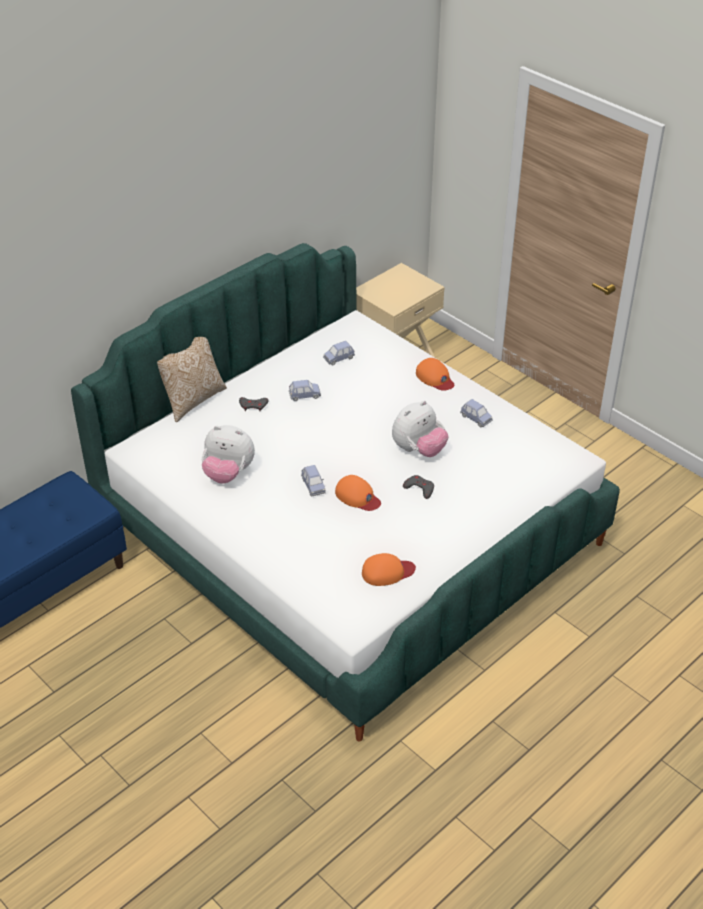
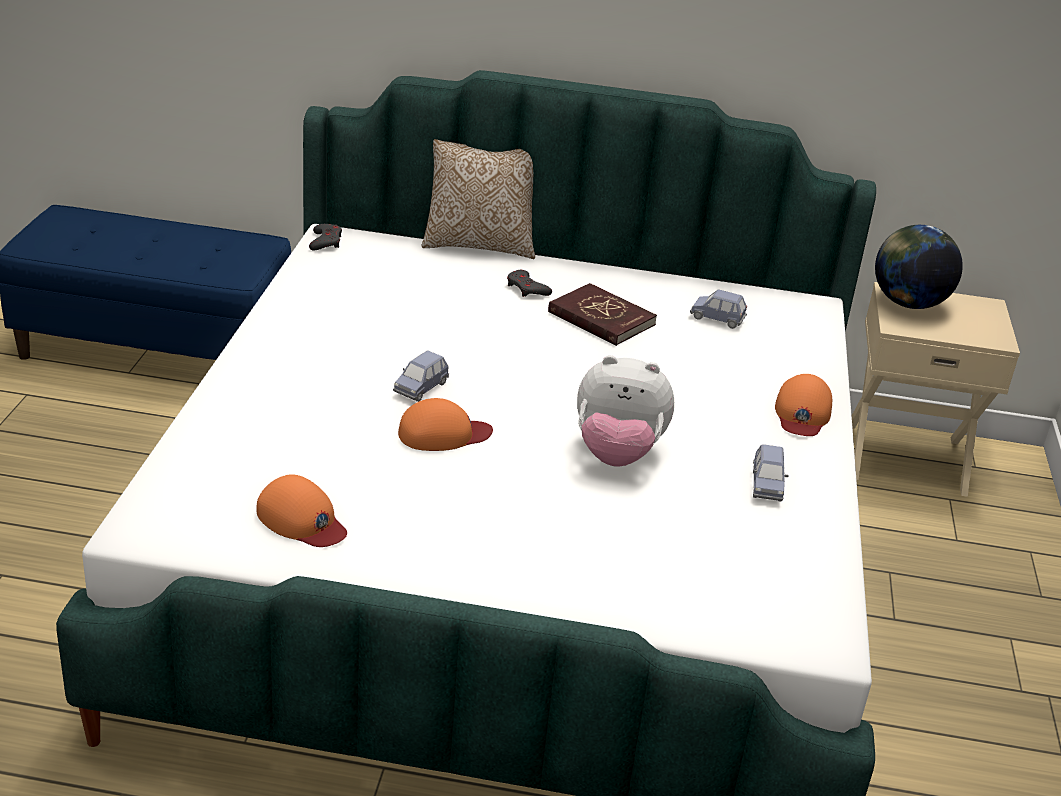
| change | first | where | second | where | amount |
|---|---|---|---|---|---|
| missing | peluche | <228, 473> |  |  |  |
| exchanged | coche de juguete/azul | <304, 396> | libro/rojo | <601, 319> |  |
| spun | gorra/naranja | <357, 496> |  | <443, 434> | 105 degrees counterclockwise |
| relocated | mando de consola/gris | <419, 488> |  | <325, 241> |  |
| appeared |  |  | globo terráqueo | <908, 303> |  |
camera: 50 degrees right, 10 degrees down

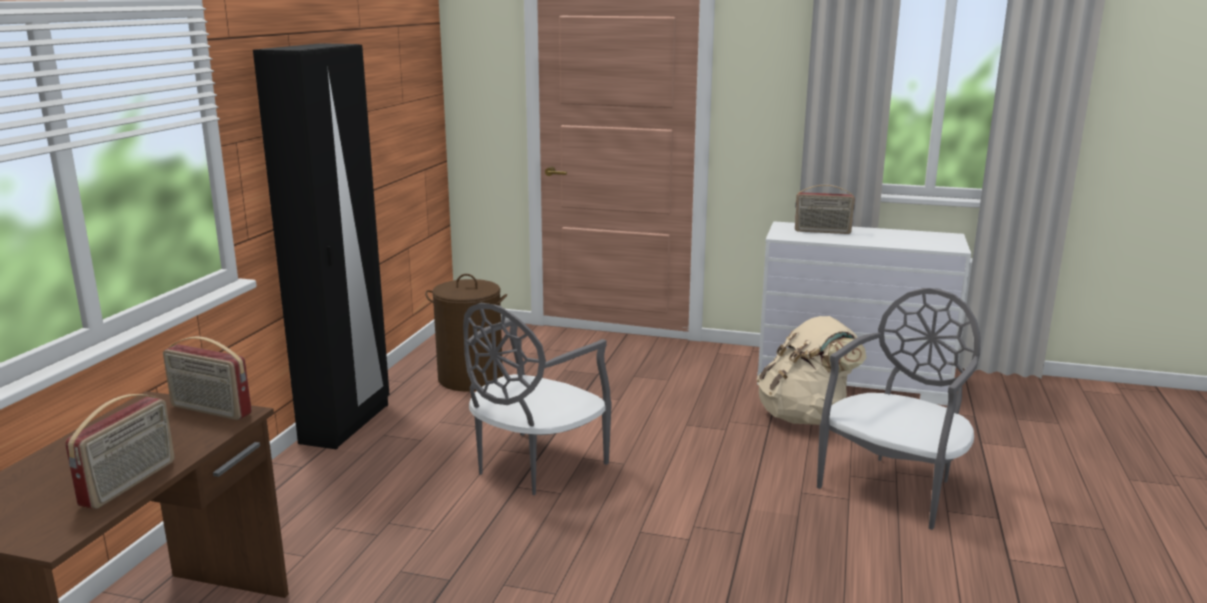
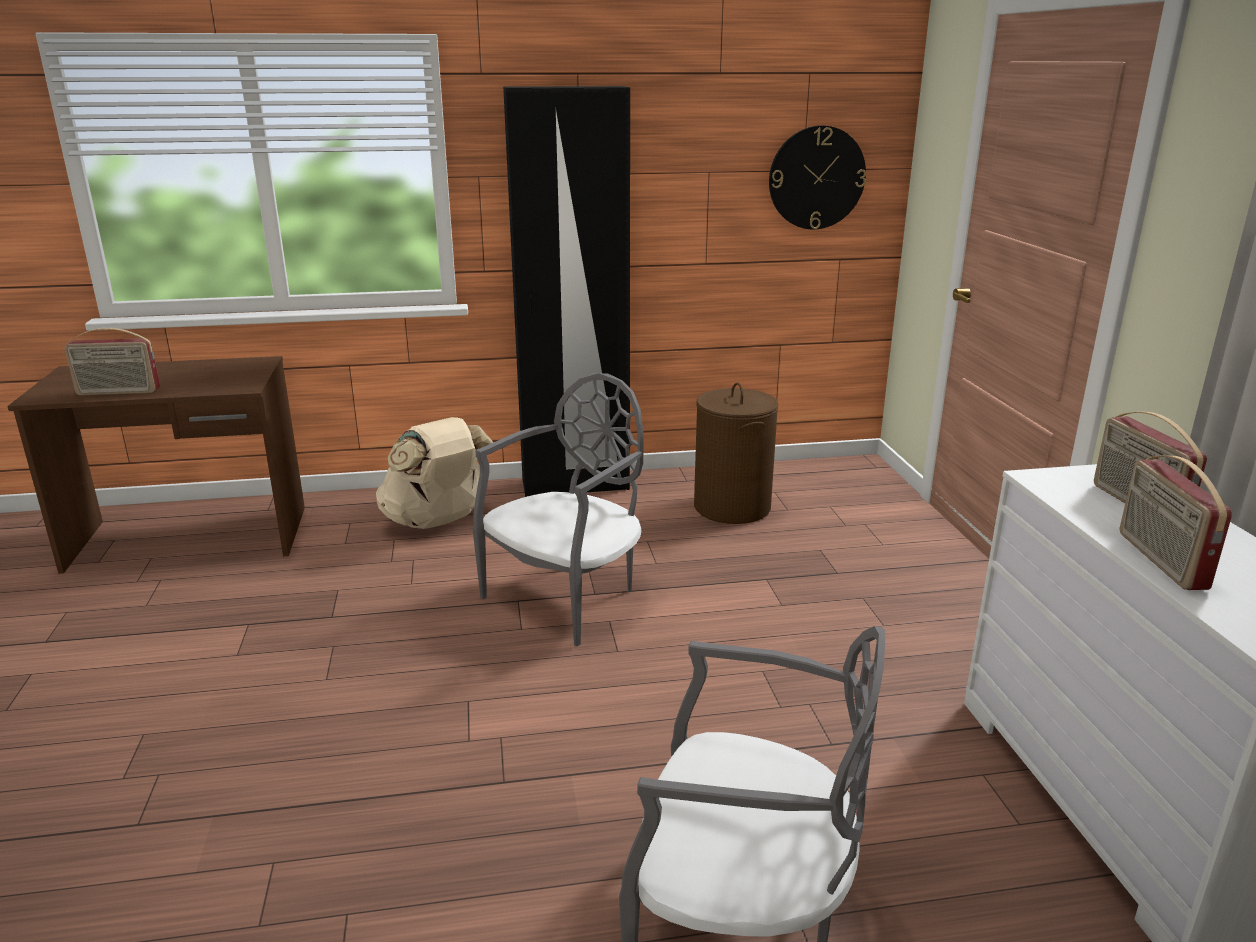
| change | first | where | second | where | amount |
|---|---|---|---|---|---|
| relocated | radio | <210, 410> |  | <1159, 560> |  |
| spun | silla/gris | <534, 466> |  | <568, 597> | 120 degrees clockwise |
| relocated | mochila/beis | <805, 417> |  | <438, 521> |  |
| appeared |  |  | reloj de pared | <816, 178> |  |
camera: 65 degrees right, 5 degrees up

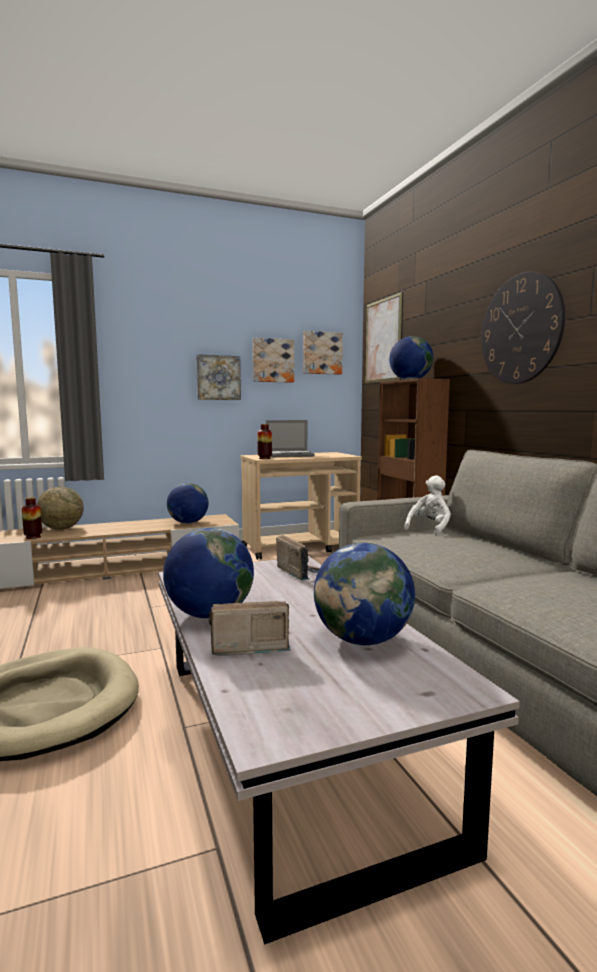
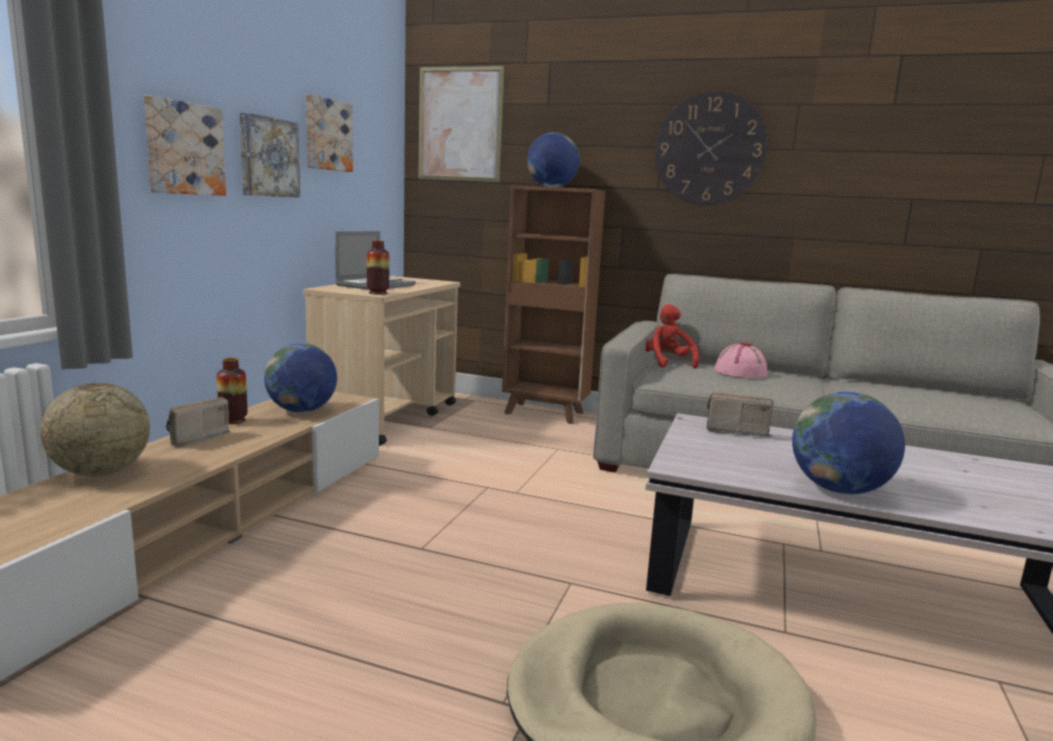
| change | first | where | second | where | amount |
|---|---|---|---|---|---|
| relocated | florero | <33, 537> |  | <233, 420> |  |
| relocated | radio | <247, 647> |  | <194, 438> |  |
| relocated | cuadro | <321, 353> |  | <183, 148> |  |
| missing | globo terráqueo | <363, 640> |  |  |  |
| colour | peluche/blanco | <429, 529> | peluche/rojo | <667, 363> |  |
| appeared |  |  | sombrero/rosa | <740, 372> |  |
camera: 50 degrees left, 5 degrees up

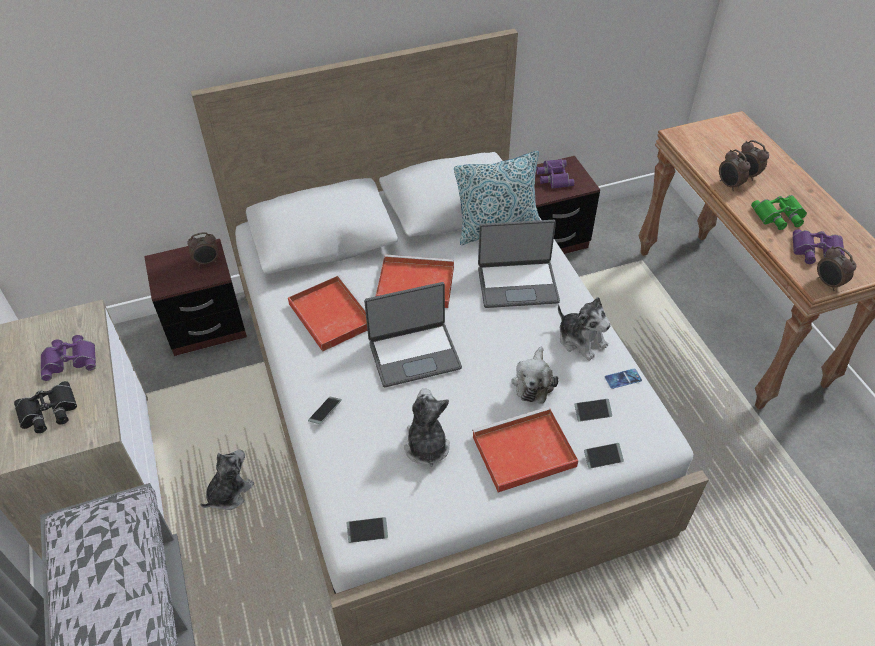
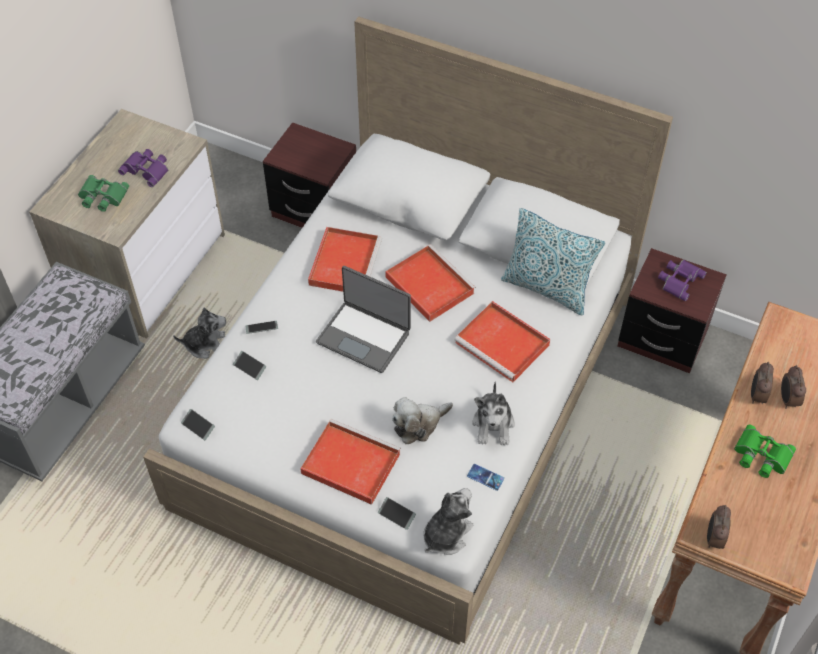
| change | first | where | second | where | amount |
|---|---|---|---|---|---|
| colour | prismáticos/negro | <48, 412> | prismáticos/verde | <102, 197> |  |
| missing | despertador | <207, 262> |  |  |  |
| relocated | peluche | <426, 445> |  | <446, 534> |  |
| exchanged | portátil | <517, 284> | bandeja/rojo | <504, 344> |  |
| relocated | móvil | <592, 412> |  | <249, 367> |  |
| missing | prismáticos/morado | <816, 252> |  |  |  |
camera: 45 degrees right, 5 degrees up

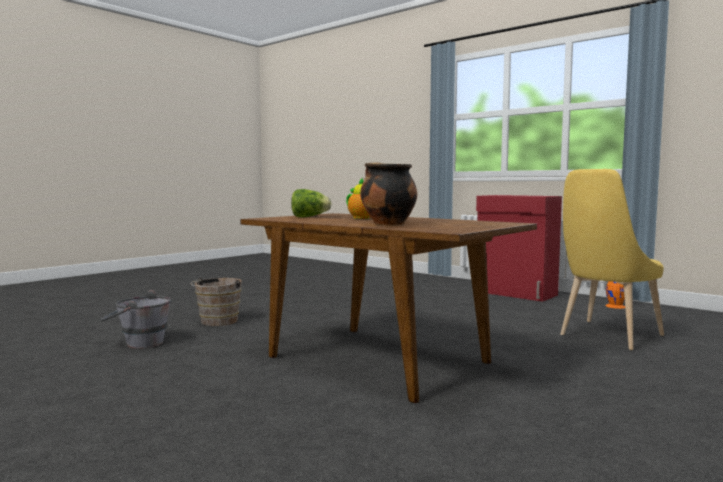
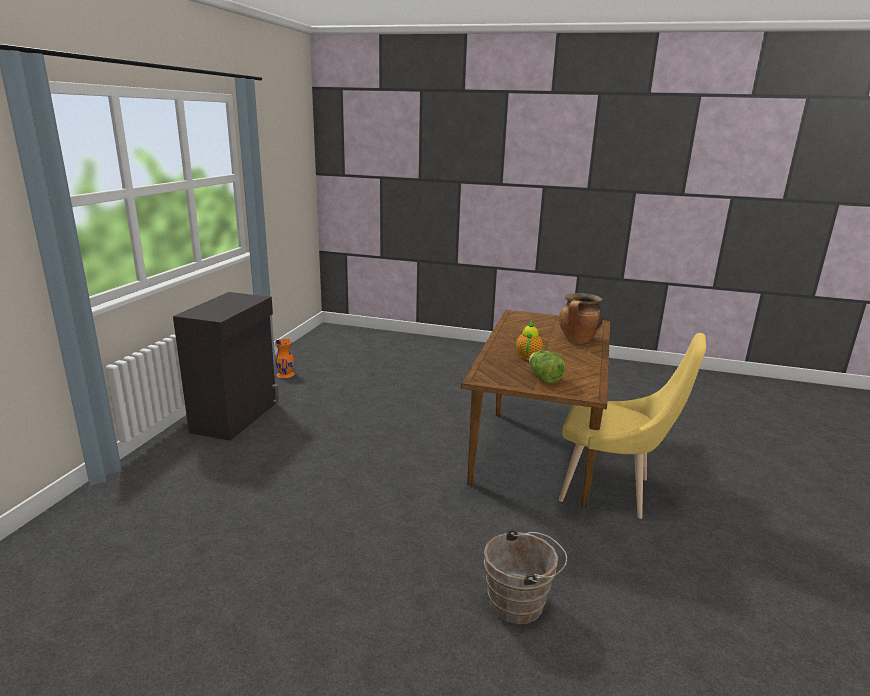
| change | first | where | second | where | amount |
|---|---|---|---|---|---|
| missing | cubo/gris | <137, 343> |  |  |  |
| colour | armario/rojo | <516, 293> | armario/negro | <236, 417> |  |
| relocated | silla/amarillo | <606, 336> |  | <612, 491> |  |
camera: 115 degrees left, 15 degrees up

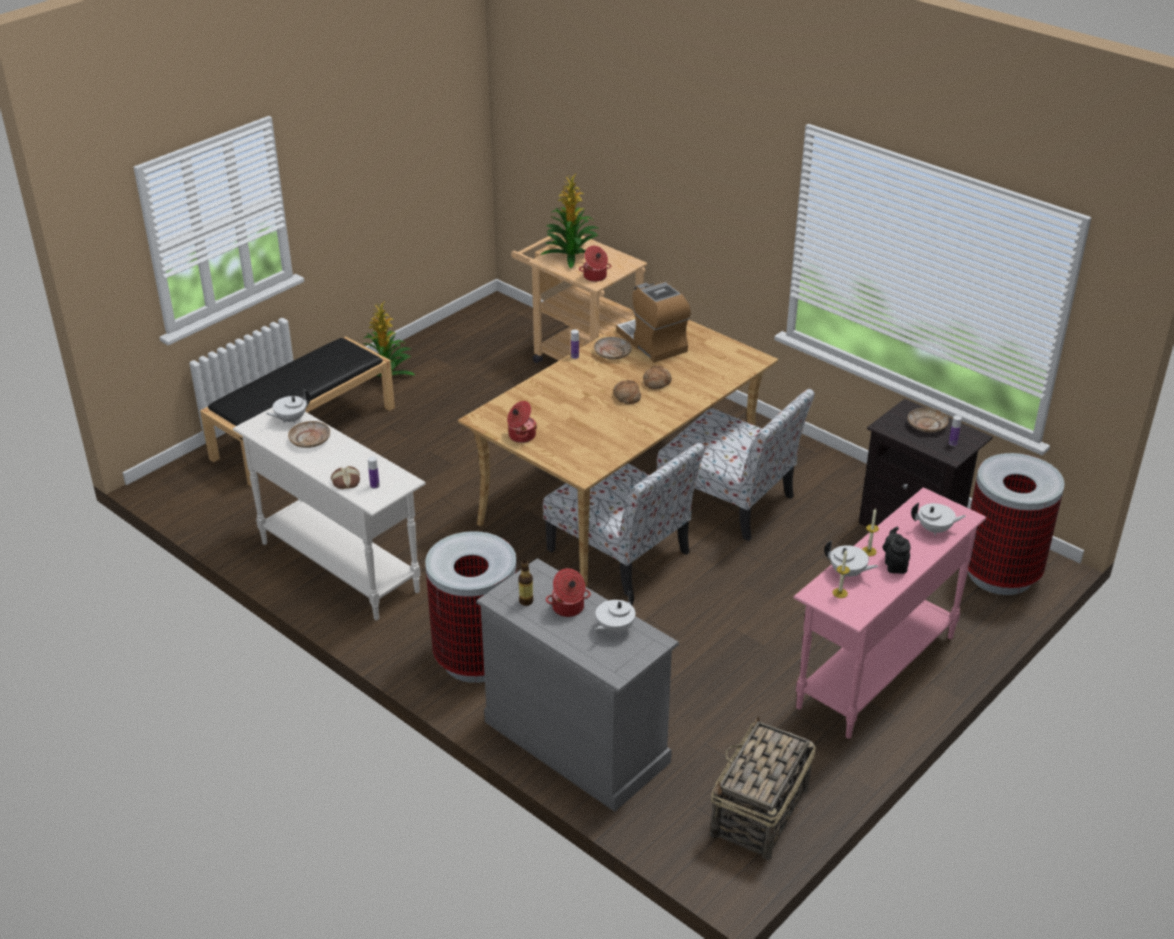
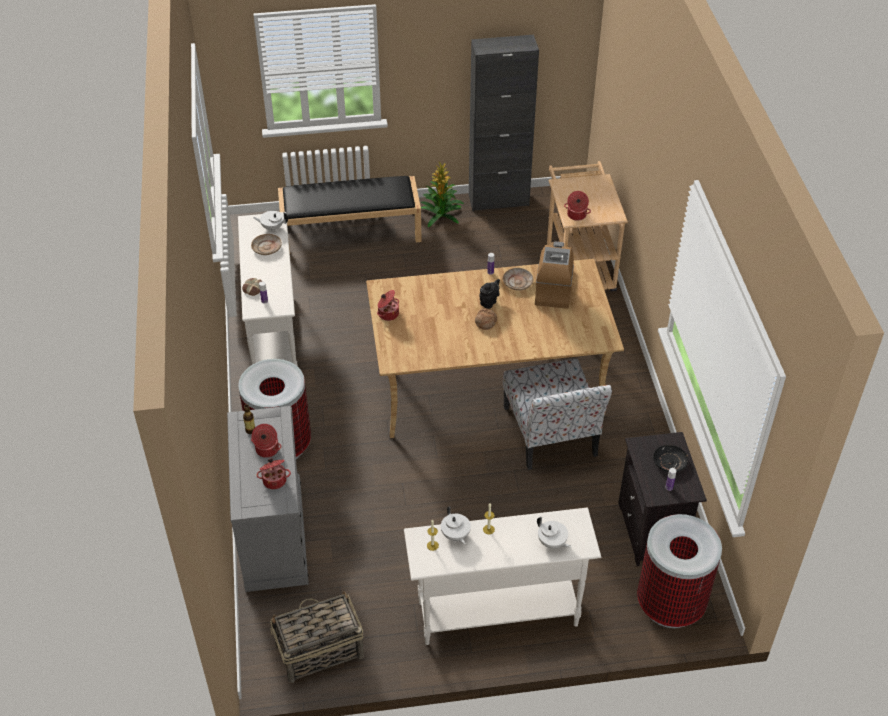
| change | first | where | second | where | amount |
|---|---|---|---|---|---|
| missing | planta en maceta | <571, 254> |  |  |  |
| missing | silla | <621, 553> |  |  |  |
| exchanged | tetera/blanco | <614, 628> | olla | <274, 480> |  |
| missing | pan | <656, 382> |  |  |  |
| colour | mesa consola/rosa | <875, 671> | mesa consola/blanco | <497, 613> |  |
| relocated | tetera/negro | <895, 565> |  | <489, 302> |  |
| colour | plato/beis | <926, 425> | plato/negro | <669, 462> |  |
| appeared |  |  | armario/negro | <498, 200> |  |
camera: 40 degrees right, 10 degrees up

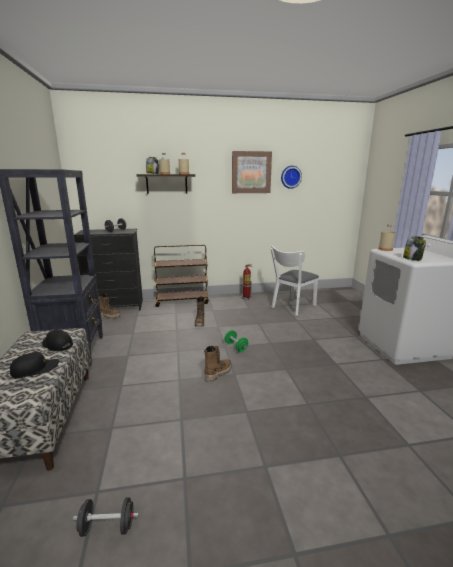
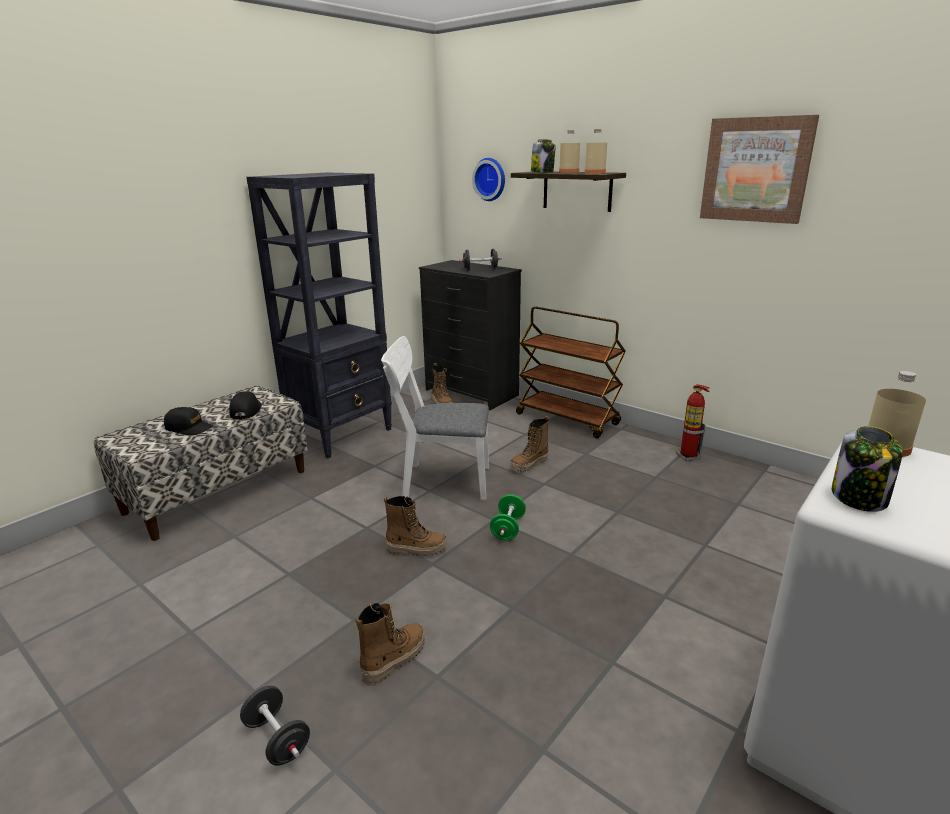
| change | first | where | second | where | amount |
|---|---|---|---|---|---|
| relocated | mancuerna/negro | <107, 527> |  | <277, 739> |  |
| relocated | silla/blanco | <292, 307> |  | <439, 481> |  |
| relocated | reloj de pared | <290, 177> |  | <491, 179> |  |
| appeared |  |  | bota | <394, 659> |  |
camera: 50 degrees right, 5 degrees up

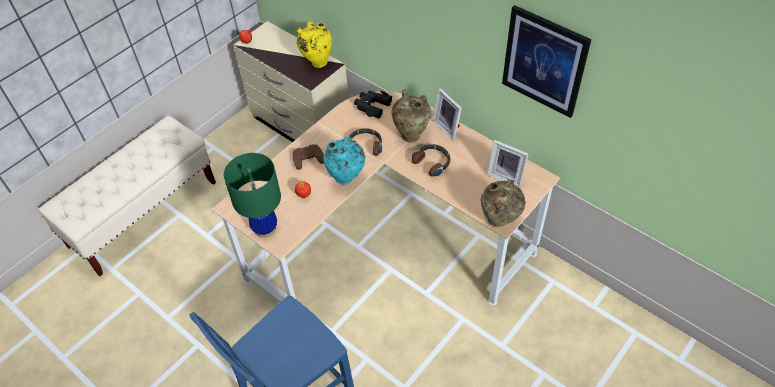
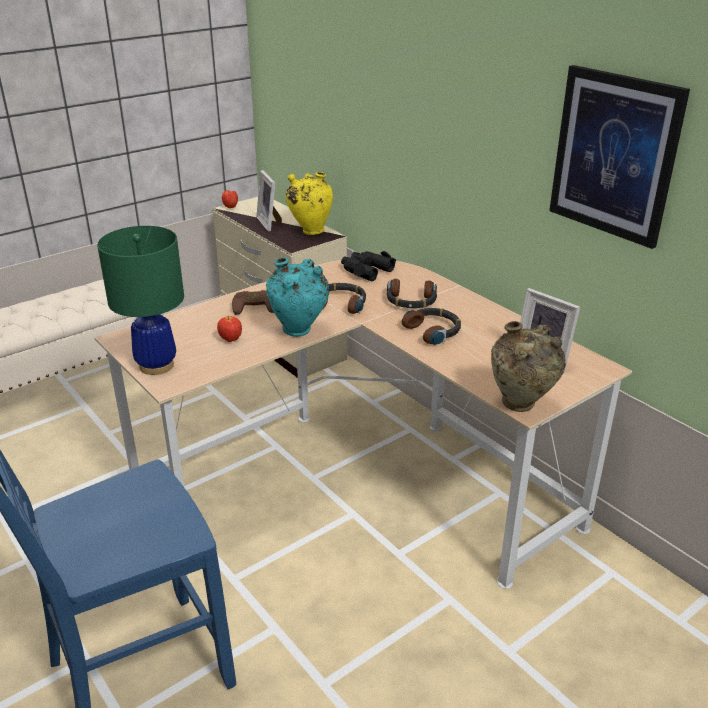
| change | first | where | second | where | amount |
|---|---|---|---|---|---|
| exchanged | florero/beis | <411, 134> | auriculares | <411, 301> |  |
| relocated | portarretratos | <448, 128> |  | <270, 223> |  |
camera: 10 degrees right, 20 degrees down

